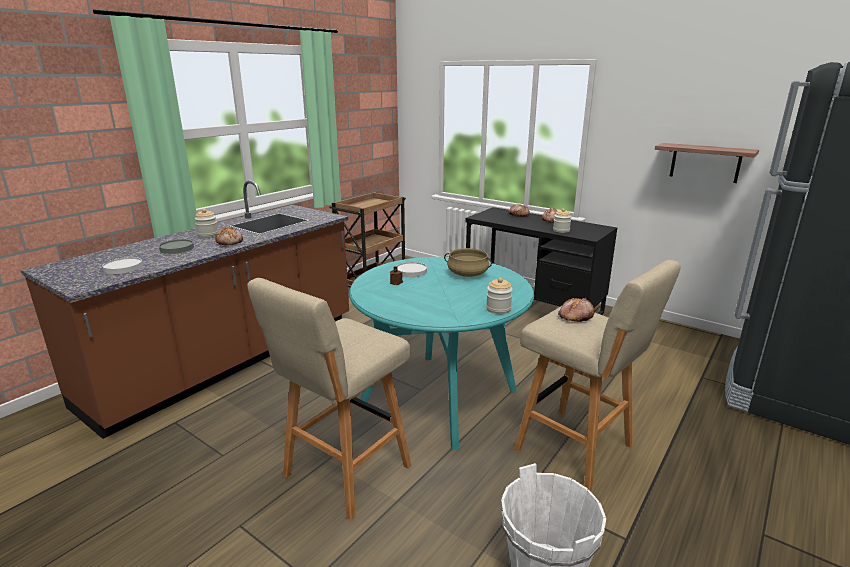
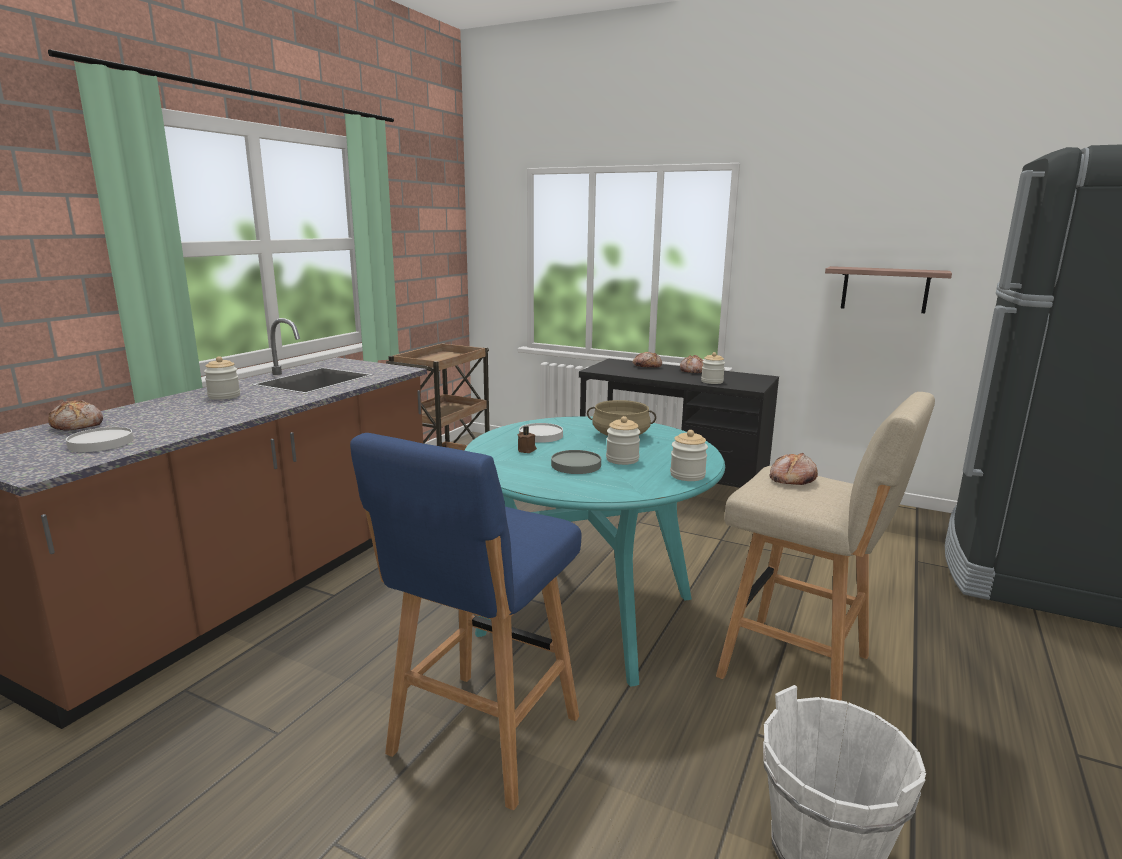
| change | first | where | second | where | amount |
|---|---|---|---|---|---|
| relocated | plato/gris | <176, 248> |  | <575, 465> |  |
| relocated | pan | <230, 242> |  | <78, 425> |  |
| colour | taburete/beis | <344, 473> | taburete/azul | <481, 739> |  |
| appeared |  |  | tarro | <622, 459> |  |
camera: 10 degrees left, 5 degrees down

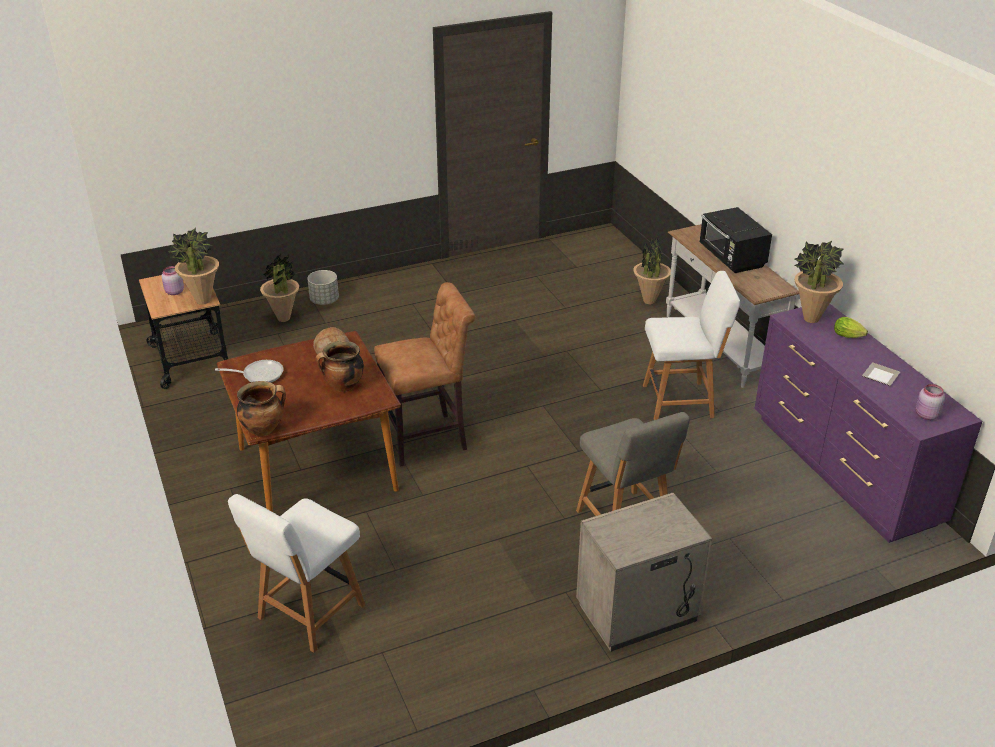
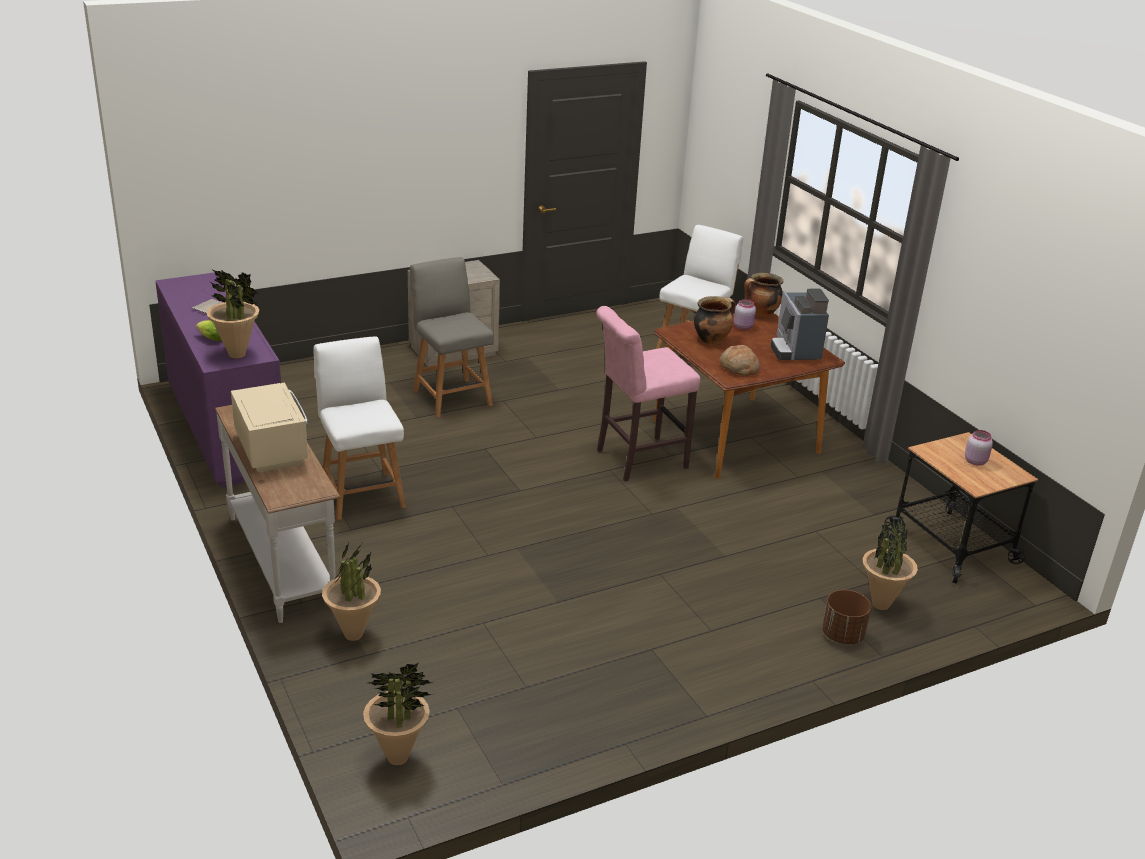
| change | first | where | second | where | amount |
|---|---|---|---|---|---|
| relocated | planta en maceta | <203, 301> |  | <398, 757> |  |
| exchanged | sartén | <259, 374> | cafetera | <795, 350> |  |
| colour | maceta/gris | <324, 300> | maceta/marrón | <842, 635> |  |
| colour | taburete/marrón | <429, 439> | taburete/rosa | <637, 460> |  |
| spun | silla/blanco | <681, 401> |  | <362, 493> | 75 degrees clockwise |
| colour | microondas/negro | <731, 258> | microondas/beis | <272, 449> |  |
| relocated | tarro/rosa | <926, 415> |  | <743, 327> |  |
camera: 175 degrees right, 5 degrees down

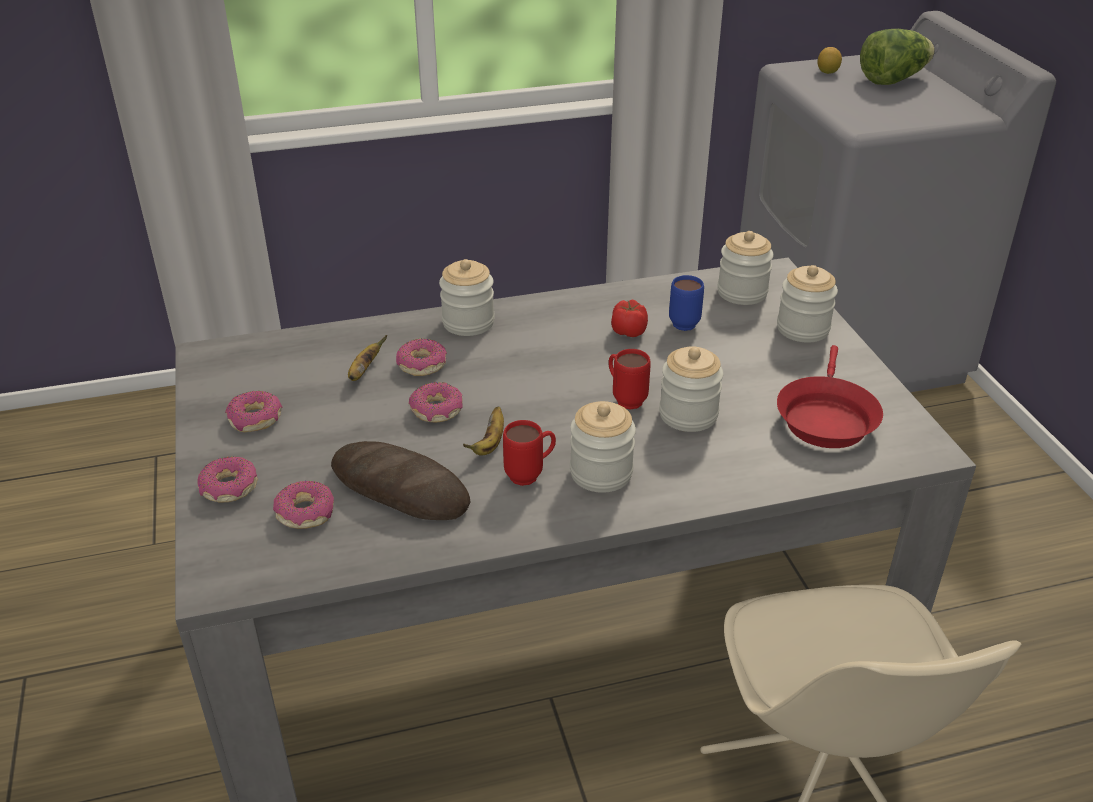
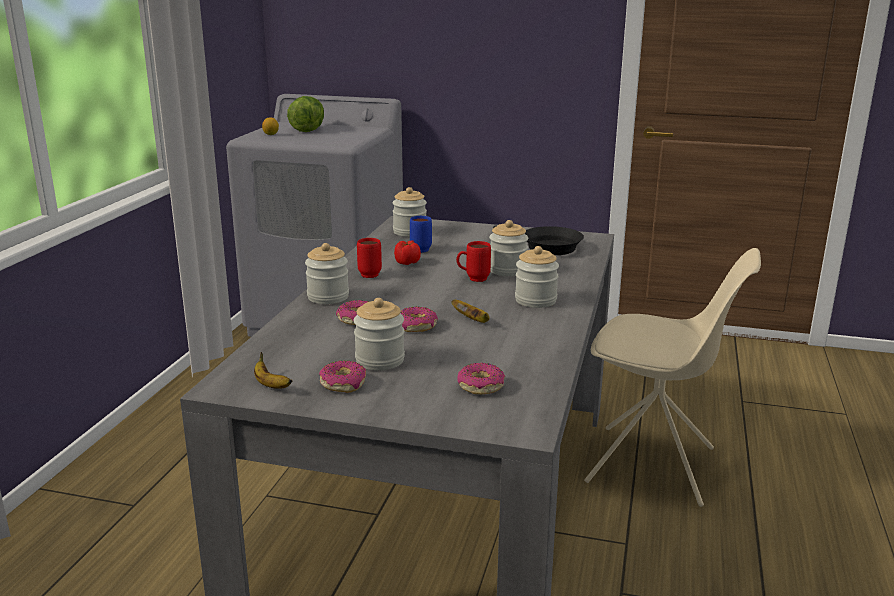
| change | first | where | second | where | amount |
|---|---|---|---|---|---|
| missing | rosquilla | <229, 488> |  |  |  |
| missing | pan | <399, 488> |  |  |  |
| relocated | plátano | <364, 371> |  | <270, 385> |  |
| relocated | taza grande/rojo | <531, 474> |  | <370, 273> |  |
| relocated | tarro | <802, 329> |  | <380, 360> |  |
| colour | sartén/rojo | <825, 418> | sartén/negro | <546, 246> |  |
camera: 60 degrees left, 15 degrees down

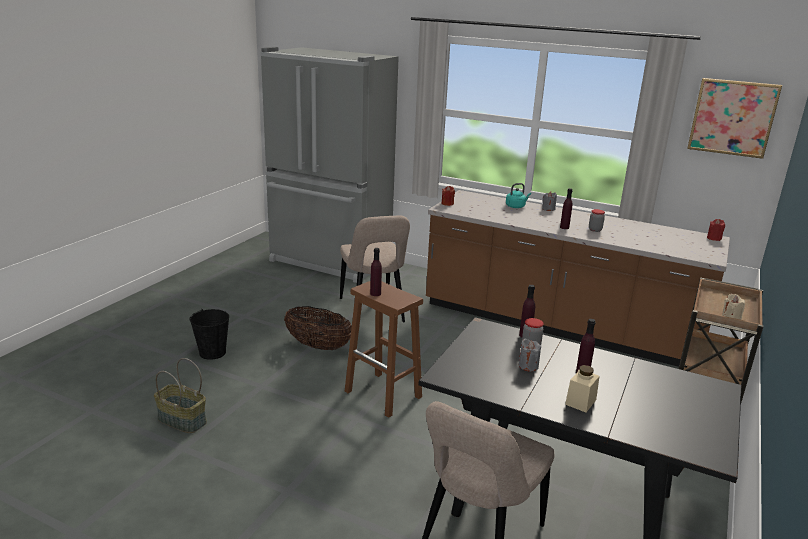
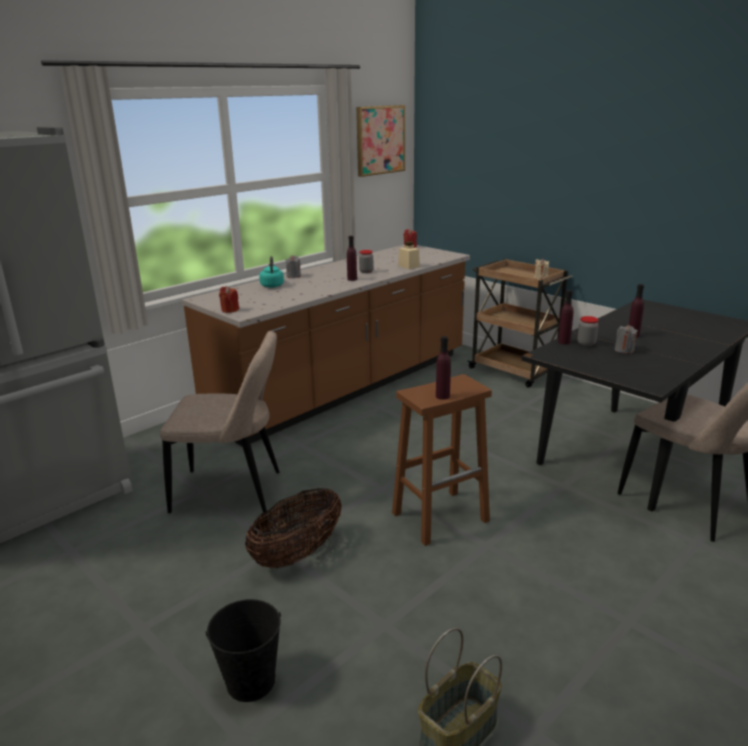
| change | first | where | second | where | amount |
|---|---|---|---|---|---|
| relocated | tarro/beis | <580, 402> |  | <408, 266> |  |
camera: 70 degrees left, 0 degrees up

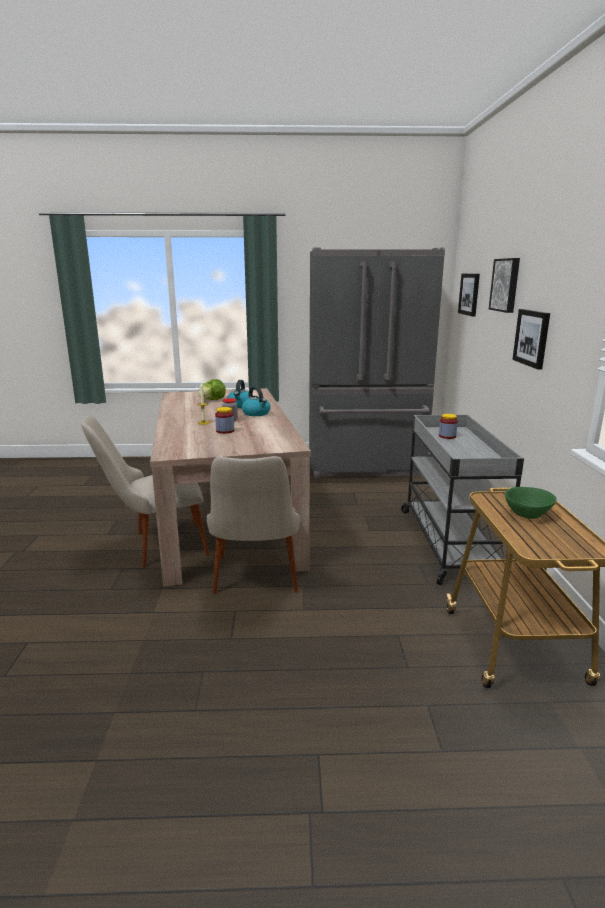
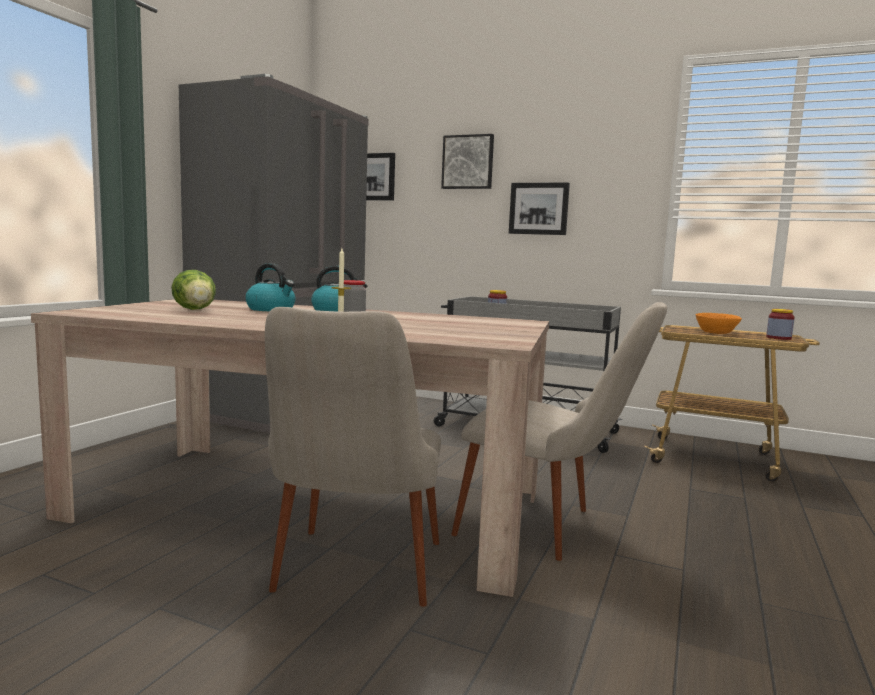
| change | first | where | second | where | amount |
|---|---|---|---|---|---|
| relocated | tarro | <225, 431> |  | <778, 338> |  |
| colour | cuenco/verde | <526, 514> | cuenco/naranja | <715, 333> |  |
camera: 65 degrees left, 10 degrees down

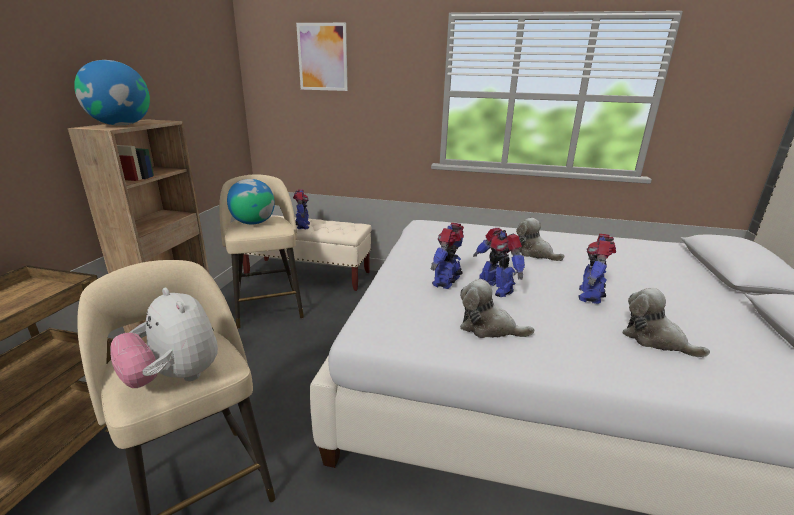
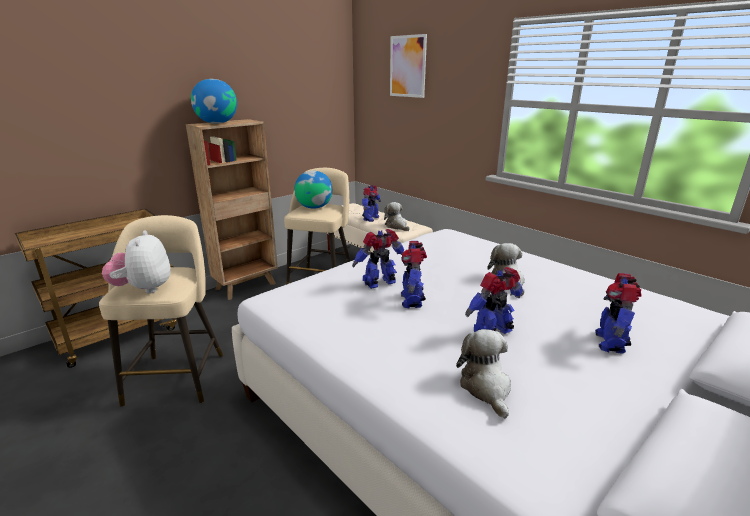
| change | first | where | second | where | amount |
|---|---|---|---|---|---|
| relocated | peluche | <488, 328> |  | <396, 226> |  |
| appeared |  |  | robot de juguete | <611, 342> |  |
camera: 35 degrees right, 0 degrees up

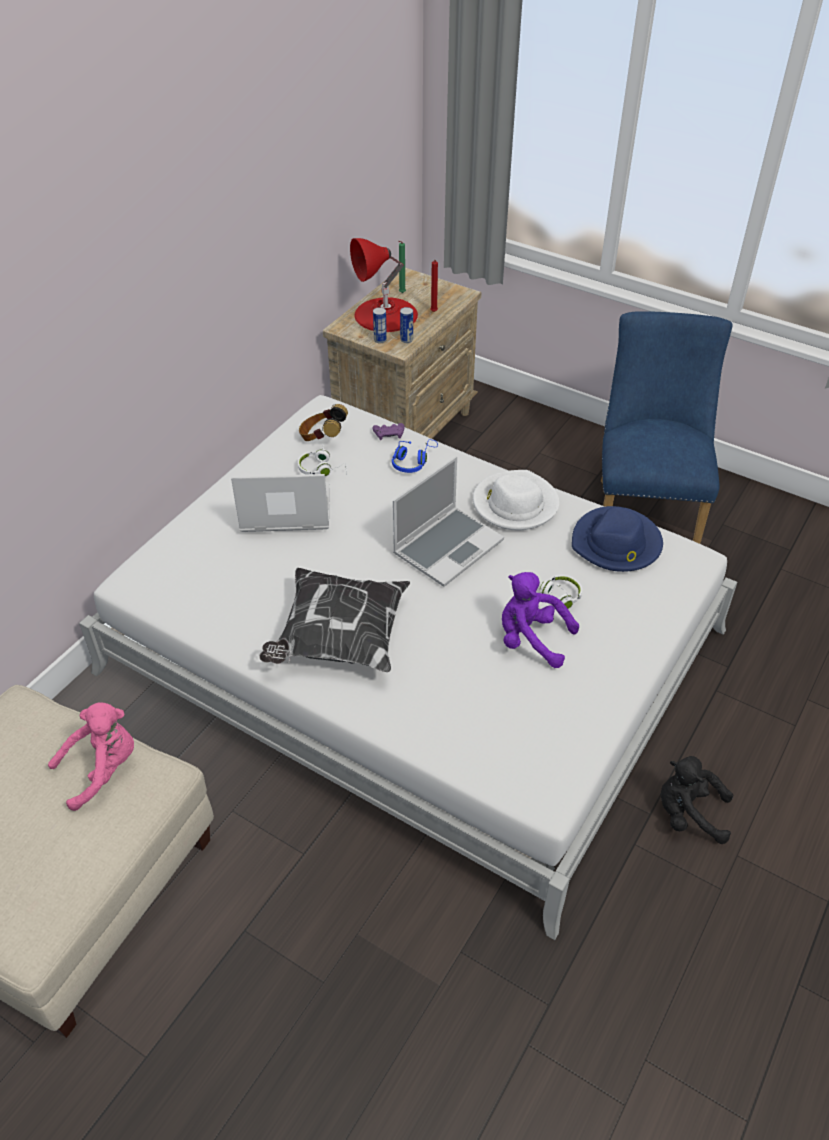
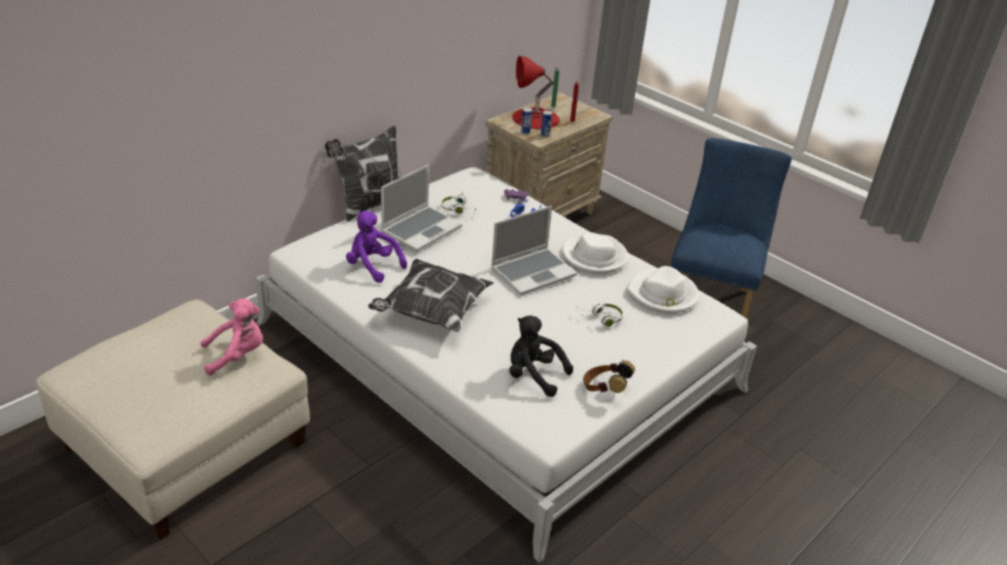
| change | first | where | second | where | amount |
|---|---|---|---|---|---|
| spun | portátil | <284, 511> |  | <421, 229> | 120 degrees clockwise |
| relocated | auriculares | <322, 438> |  | <604, 390> |  |
| relocated | peluche/morado | <531, 639> |  | <372, 266> |  |
| colour | sombrero/azul | <616, 544> | sombrero/blanco | <662, 294> |  |
| relocated | peluche/negro | <688, 814> |  | <533, 375> |  |
| appeared |  |  | cojín | <370, 205> |  |
camera: 10 degrees right, 10 degrees down

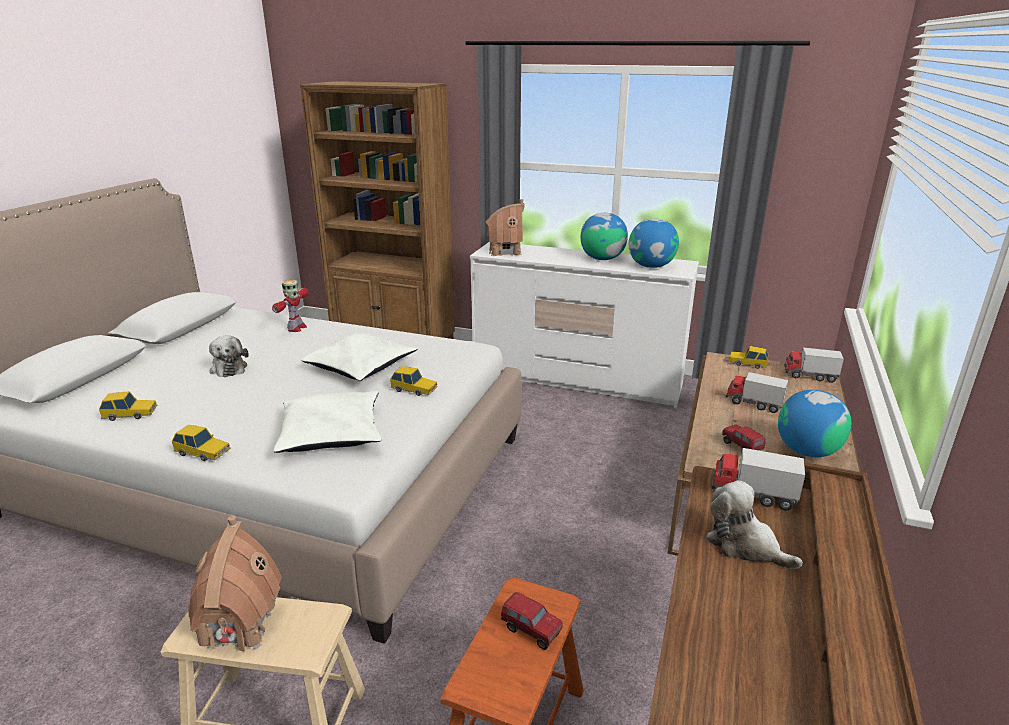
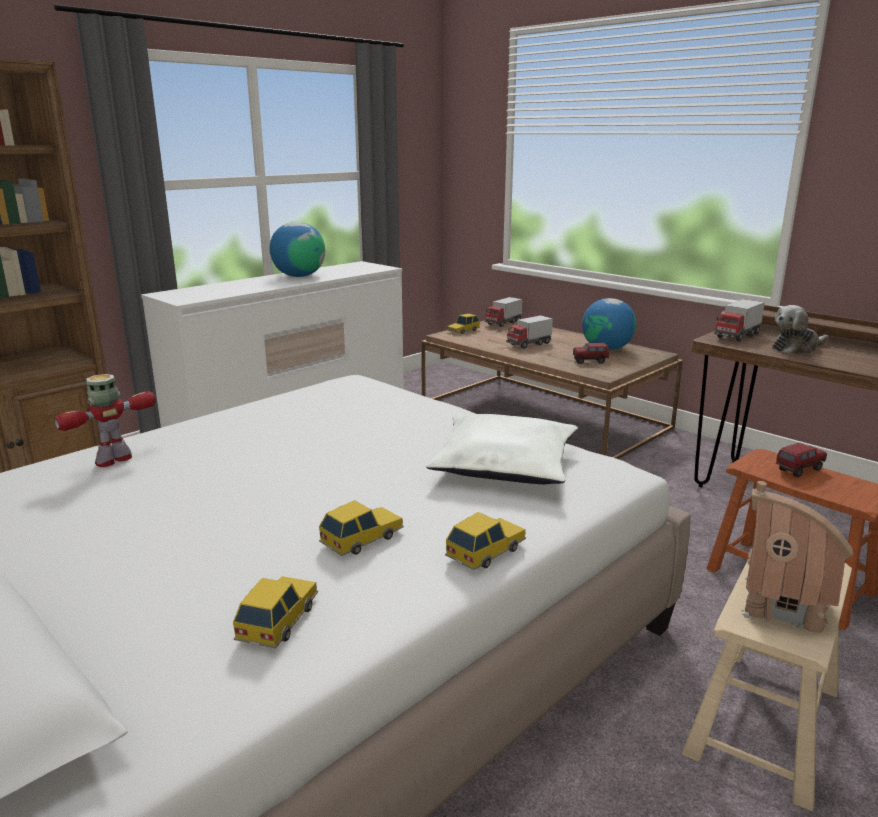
| change | first | where | second | where | amount |
|---|---|---|---|---|---|
| missing | peluche | <229, 368> |  |  |  |
| spun | robot de juguete | <296, 328> |  | <114, 460> | 90 degrees counterclockwise |
| missing | cojín/blanco | <361, 366> |  |  |  |
| relocated | coche de juguete | <414, 389> |  | <362, 538> |  |
| missing | casita | <505, 251> |  |  |  |
| missing | globo terráqueo | <651, 266> |  |  |  |
camera: 65 degrees left, 5 degrees down

